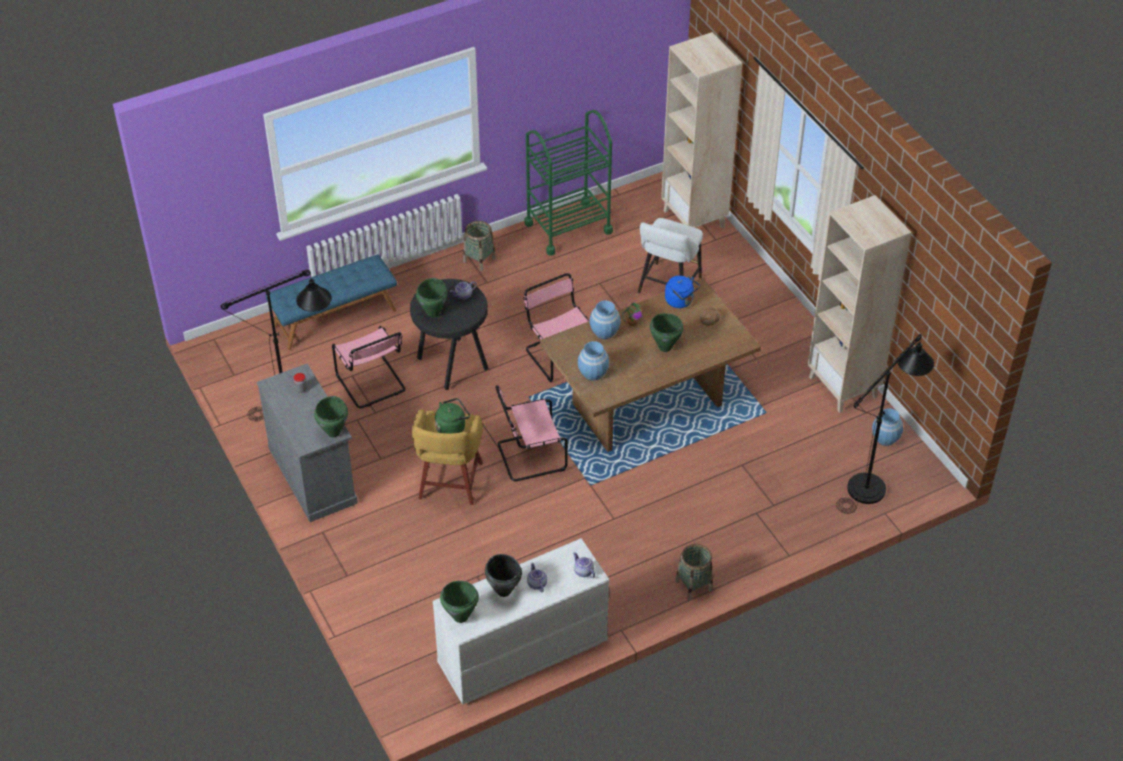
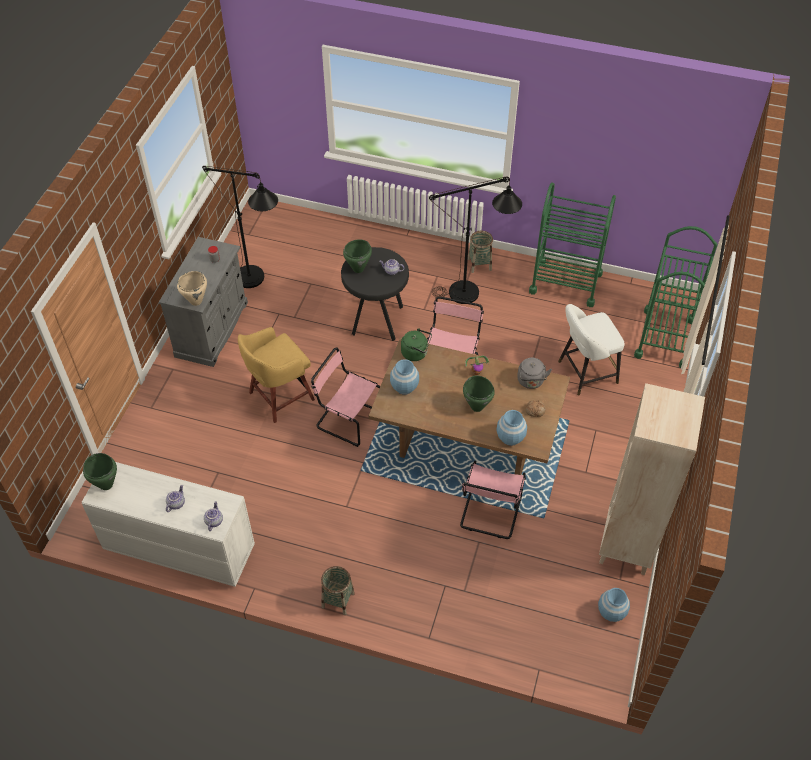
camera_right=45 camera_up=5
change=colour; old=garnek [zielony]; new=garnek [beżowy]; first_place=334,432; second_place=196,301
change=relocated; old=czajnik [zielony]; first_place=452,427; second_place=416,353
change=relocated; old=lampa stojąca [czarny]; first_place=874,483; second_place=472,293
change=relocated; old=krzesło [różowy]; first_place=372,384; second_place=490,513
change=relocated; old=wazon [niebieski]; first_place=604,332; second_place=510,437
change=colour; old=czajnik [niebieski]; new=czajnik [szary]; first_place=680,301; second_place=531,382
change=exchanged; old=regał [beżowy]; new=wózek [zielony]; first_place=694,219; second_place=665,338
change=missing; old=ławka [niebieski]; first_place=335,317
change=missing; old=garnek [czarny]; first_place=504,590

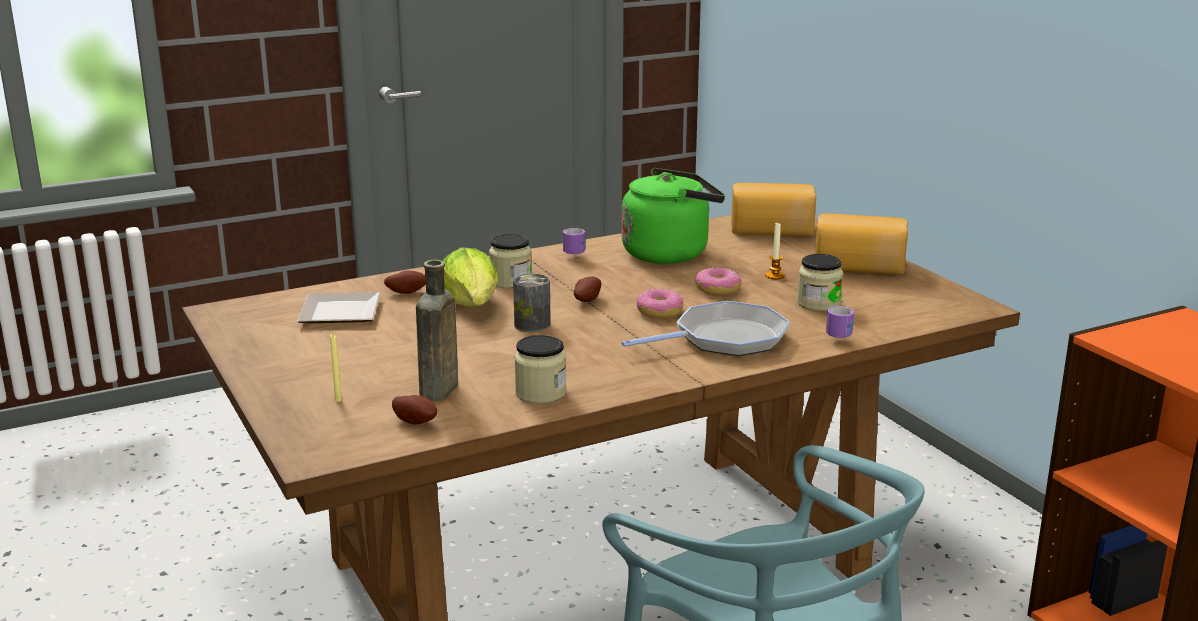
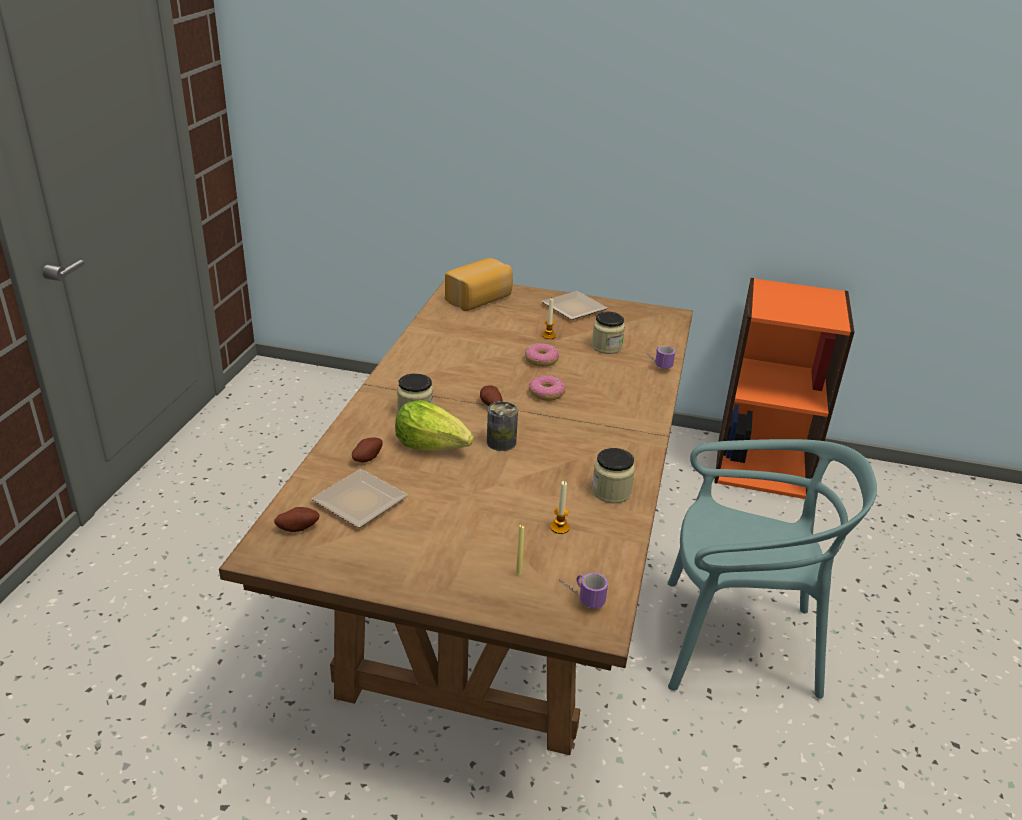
camera_right=-50 camera_up=10
change=relocated; old=ziemniak; first_place=416,421; second_place=298,527
change=exchanged; old=chleb; new=talerz; first_place=859,266; second_place=574,309
change=exchanged; old=butelka [brązowy]; new=świeca; first_place=438,392; second_place=559,527
change=relocated; old=kubek; first_place=575,253; second_place=580,597
change=missing; old=patelnia; first_place=724,339
change=missing; old=czajnik [zielony]; first_place=670,253

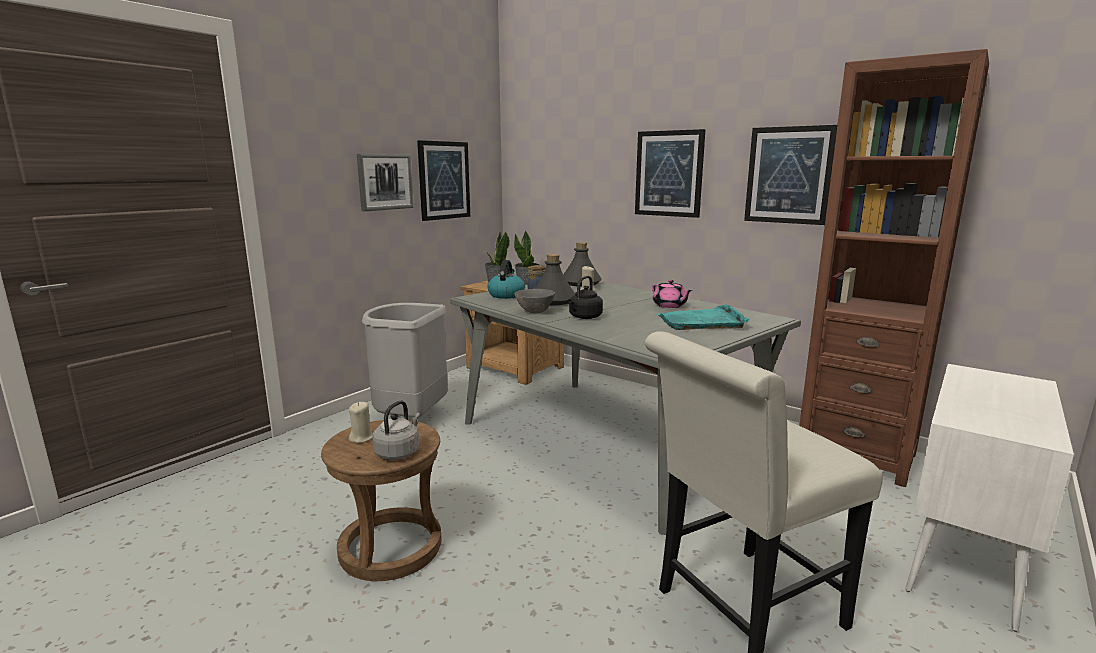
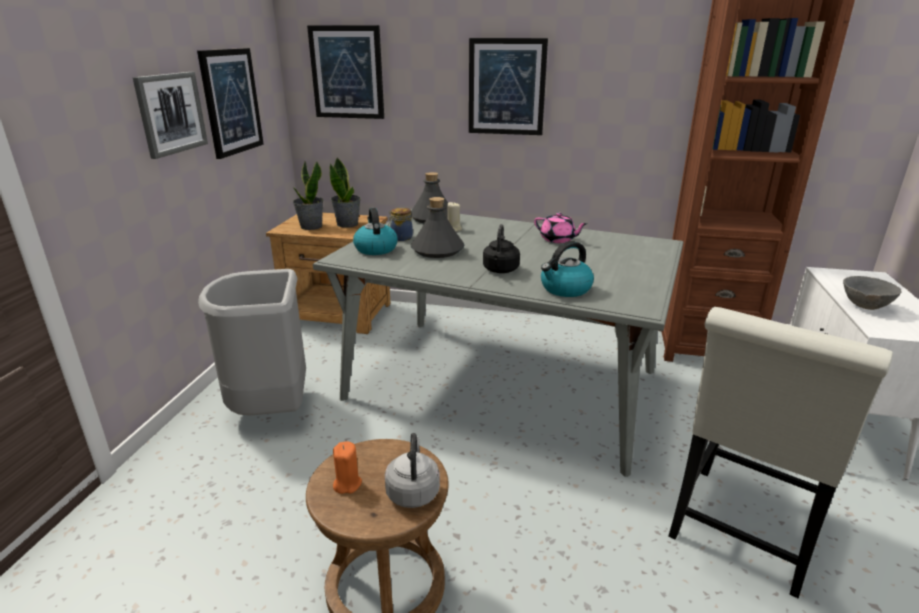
camera_right=-25 camera_up=10
change=relocated; old=obraz; first_place=789,175; second_place=347,72
change=colour; old=świeca [beżowy]; new=świeca [pomarańczowy]; first_place=361,438; second_place=347,484
change=appeared; new=czajnik; second_place=565,289
change=relocated; old=miska [szary]; first_place=534,312; second_place=864,306
change=missing; old=taca [turkusowy]; first_place=702,321

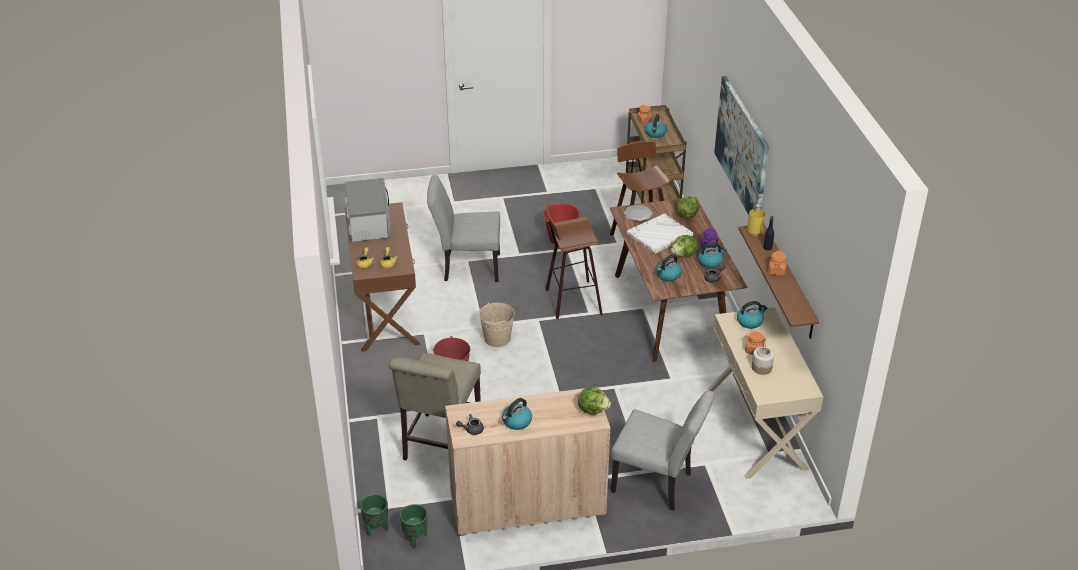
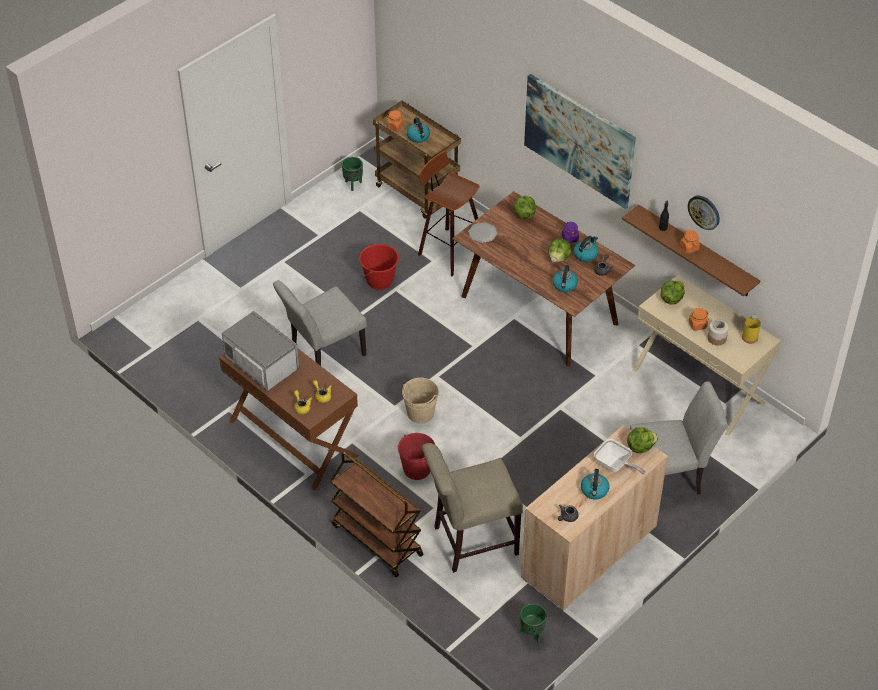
camera_right=-35 camera_up=10
change=appeared; new=wózek [brązowy]; second_place=376,540
change=relocated; old=donica [zielony]; first_place=376,528; second_place=353,184
change=spun; old=krzesło [beżowy]; first_place=439,445; second_place=470,541; degrees=90
change=appeared; new=patelnia; second_place=615,465
change=exchanged; old=czajnik; new=sałata; first_place=750,321; second_place=671,299
change=appeared; new=zegar ścienny; second_place=704,212
change=relocated; old=butelka [żółty]; first_place=754,231; second_place=749,337
change=missing; old=stołek; first_place=571,301
change=missing; old=taca [biały]; first_place=659,235

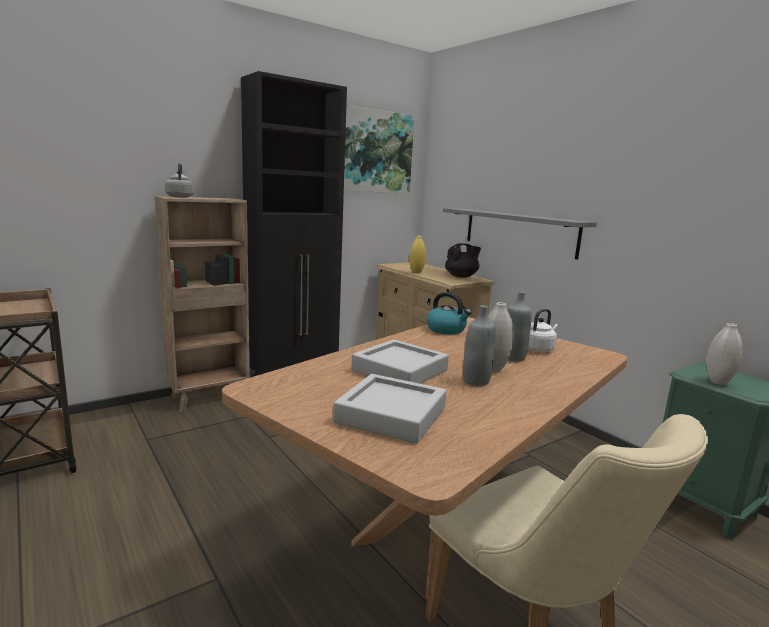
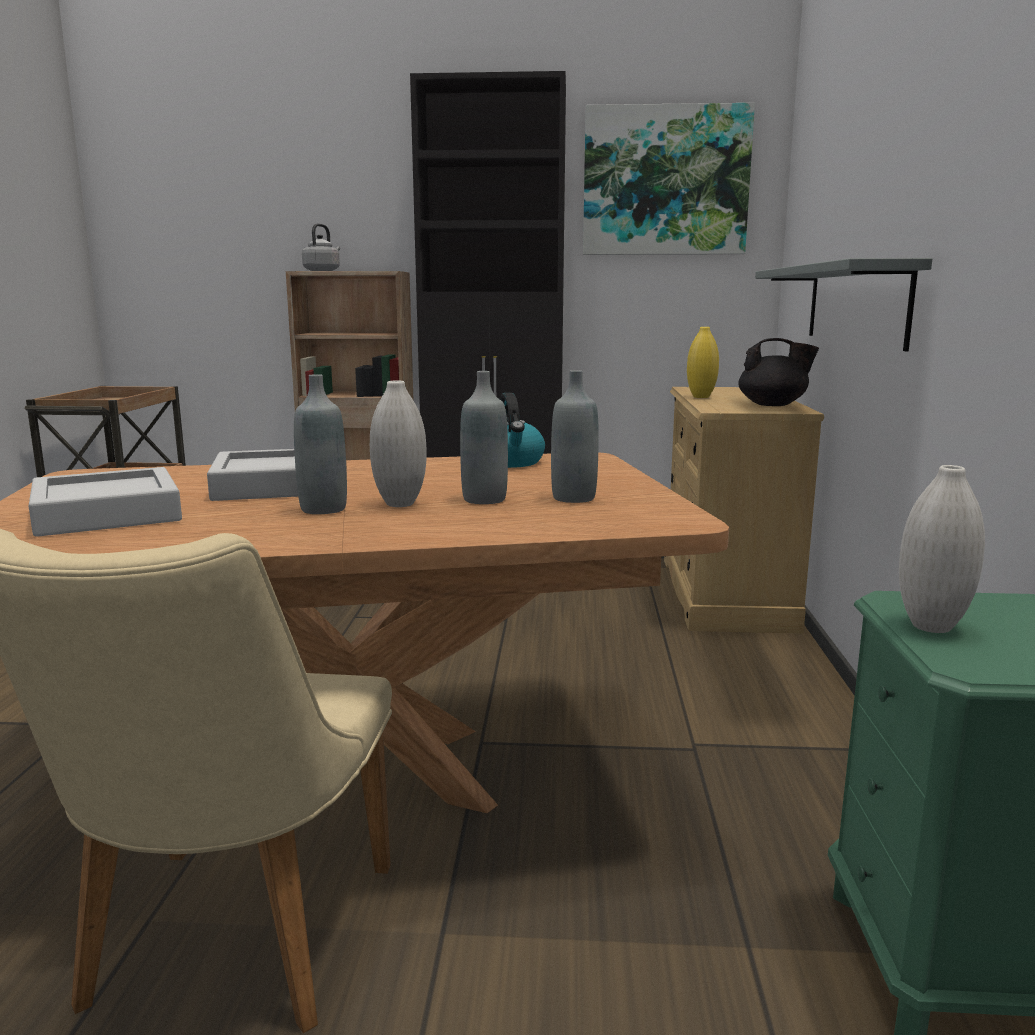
camera_right=40 camera_up=0
change=exchanged; old=czajnik [biały]; new=butelka [szary]; first_place=538,349; second_place=573,498

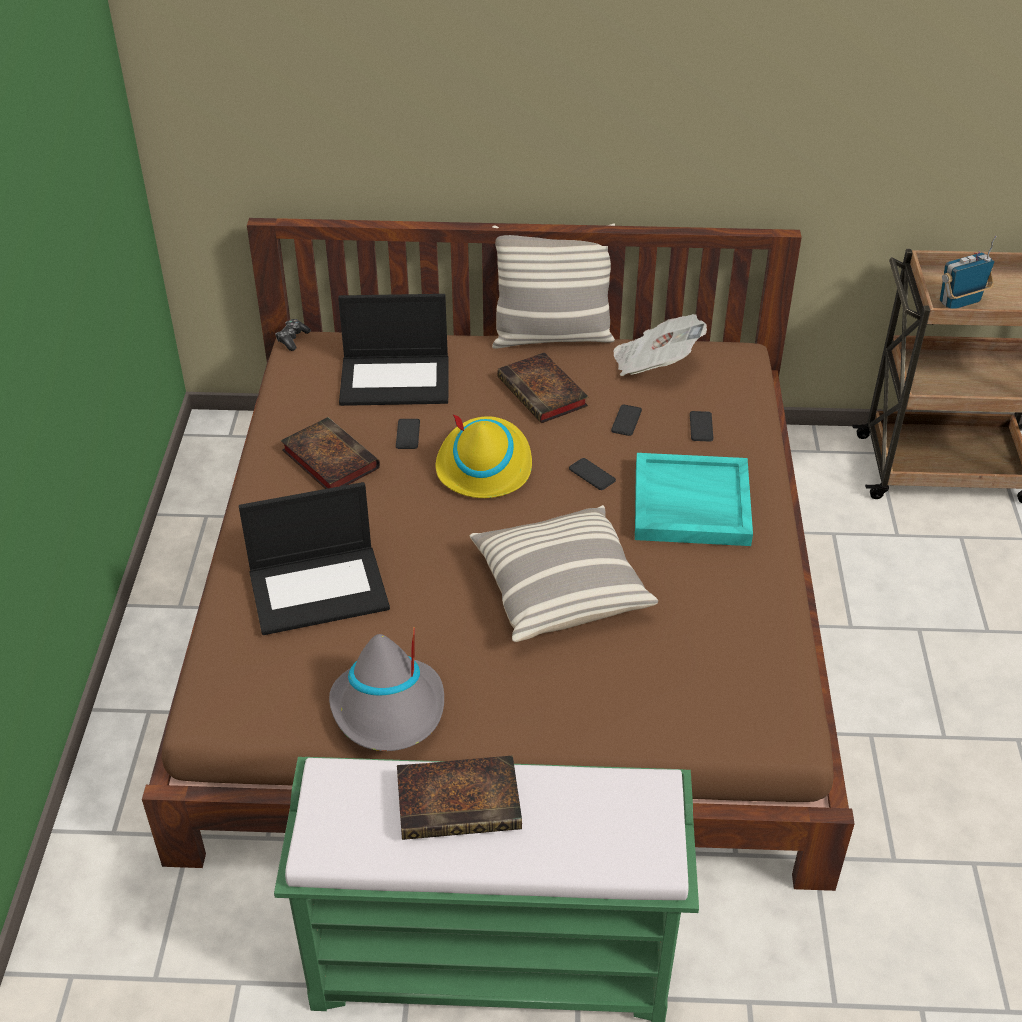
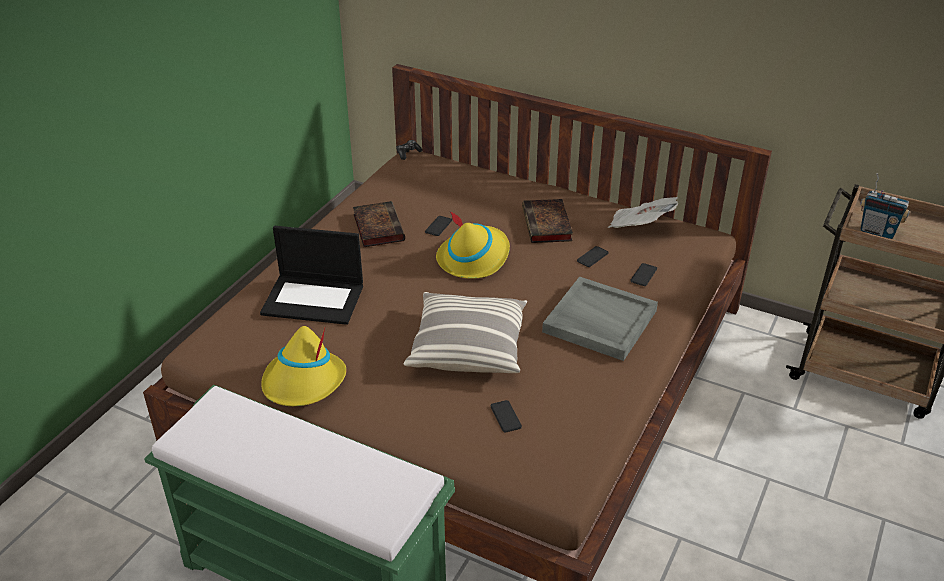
camera_right=25 camera_up=-5
change=colour; old=kapelusz [szary]; new=kapelusz [żółty]; first_place=389,709; second_place=304,383
change=relocated; old=telefon; first_place=592,474; second_place=505,416
change=colour; old=taca [turkusowy]; new=taca [szary]; first_place=690,504; second_place=598,321
change=spun; old=radio; first_place=960,302; second_place=877,231; degrees=-150
change=missing; old=laptop; first_place=396,379
change=missing; old=książka; first_place=462,802
change=missing; old=poduszka; first_place=552,337

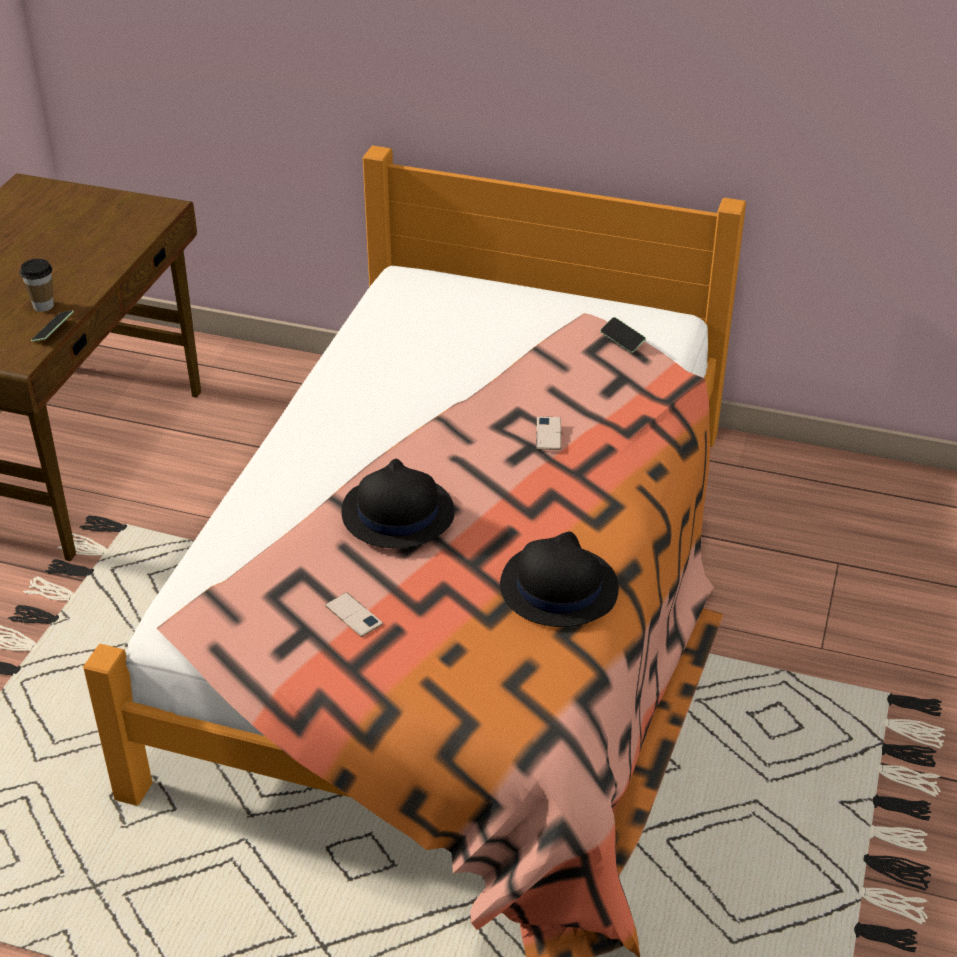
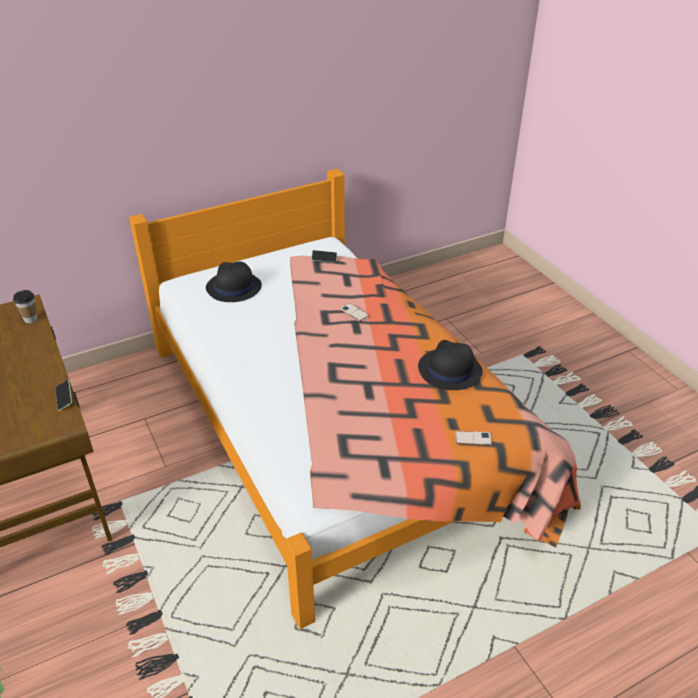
camera_right=-45 camera_up=0
change=relocated; old=filiżanka; first_place=43,306; second_place=30,319
change=relocated; old=kapelusz [czarny]; first_place=397,513; second_place=233,287
change=relocated; old=telefon; first_place=354,615; second_place=473,438

